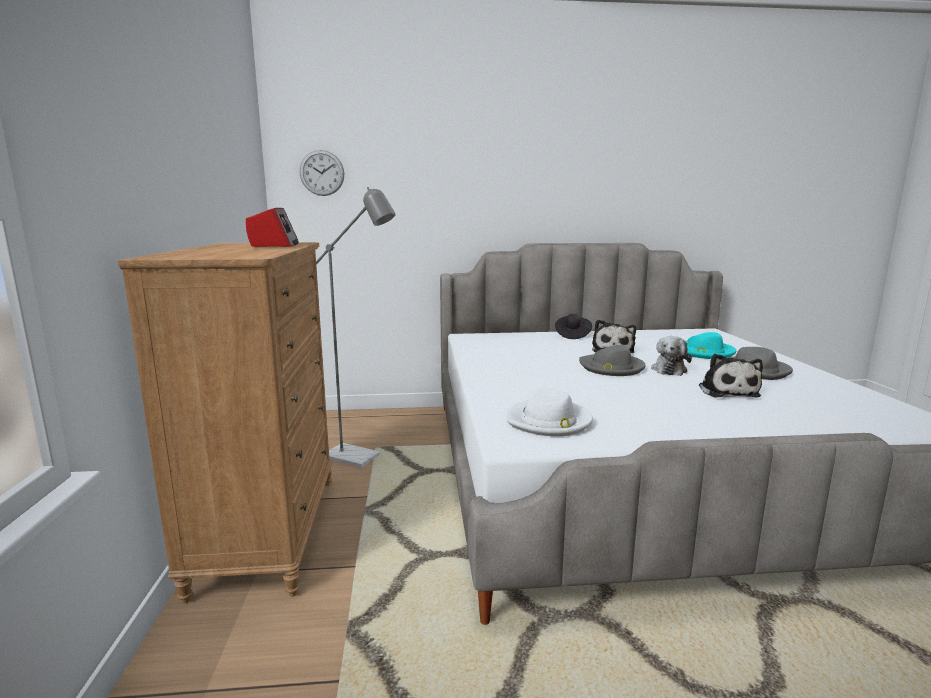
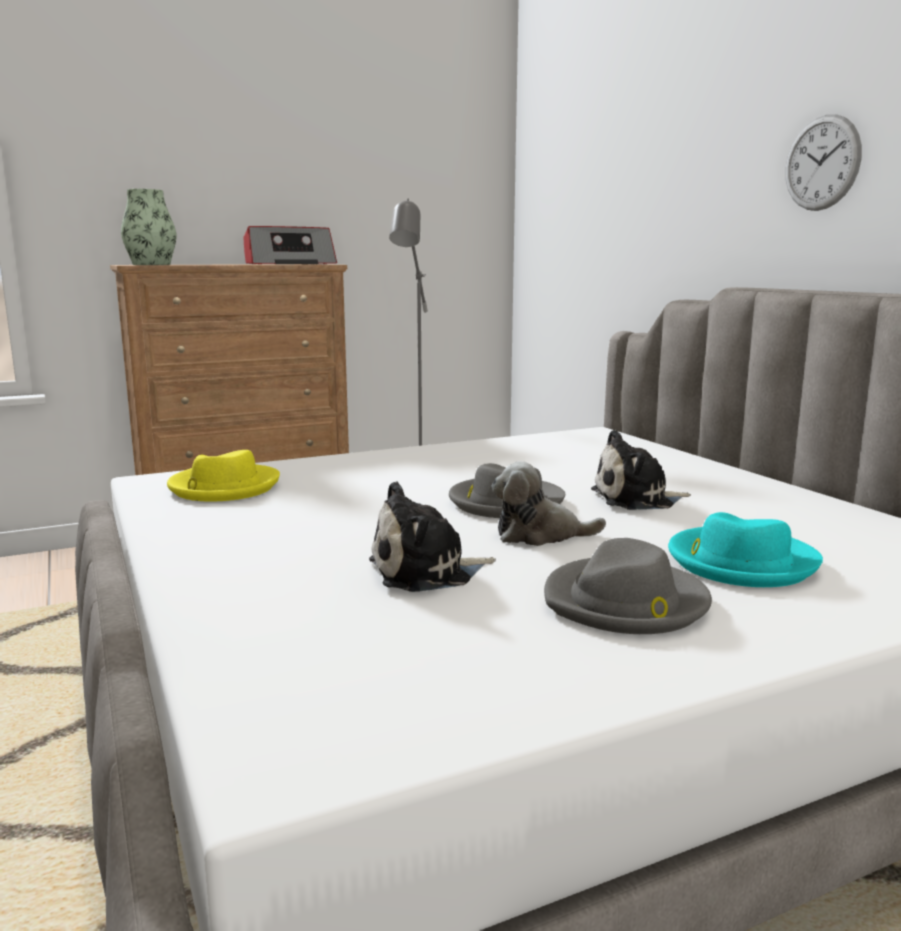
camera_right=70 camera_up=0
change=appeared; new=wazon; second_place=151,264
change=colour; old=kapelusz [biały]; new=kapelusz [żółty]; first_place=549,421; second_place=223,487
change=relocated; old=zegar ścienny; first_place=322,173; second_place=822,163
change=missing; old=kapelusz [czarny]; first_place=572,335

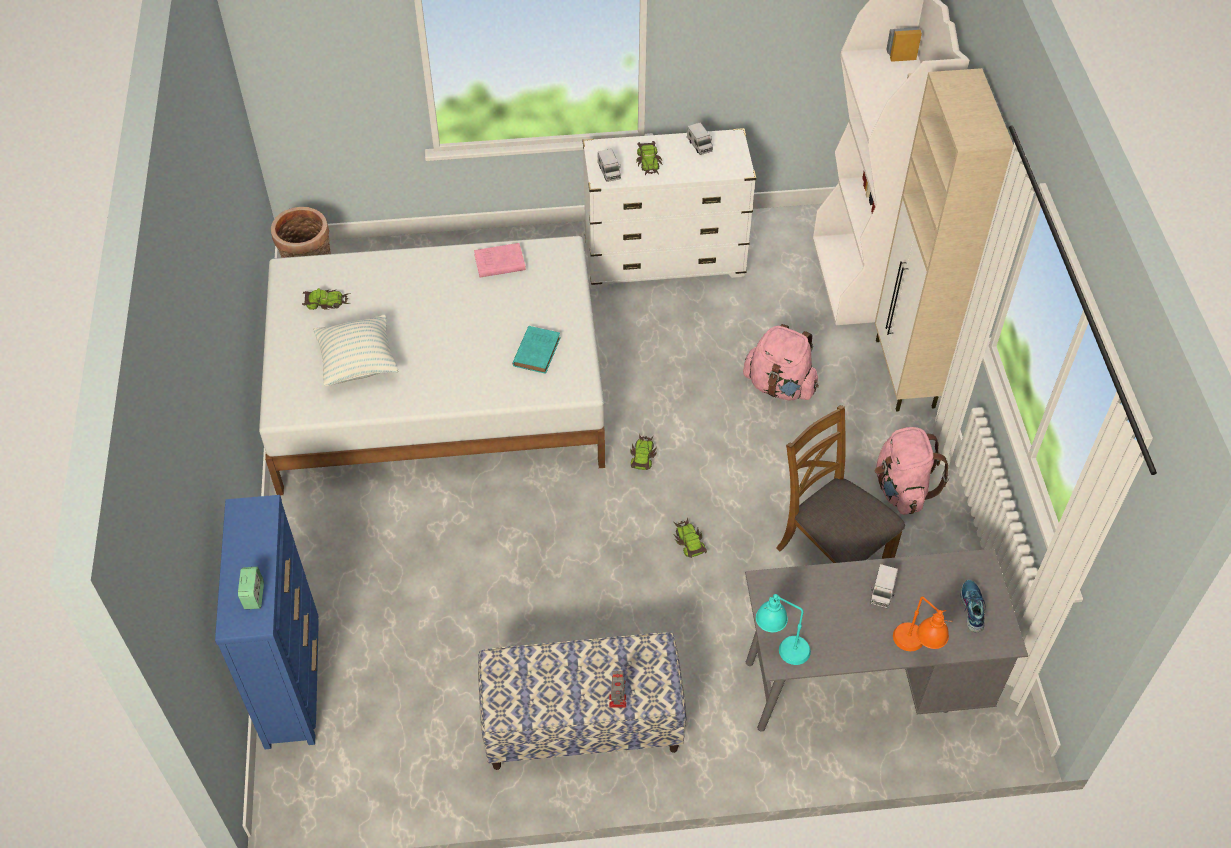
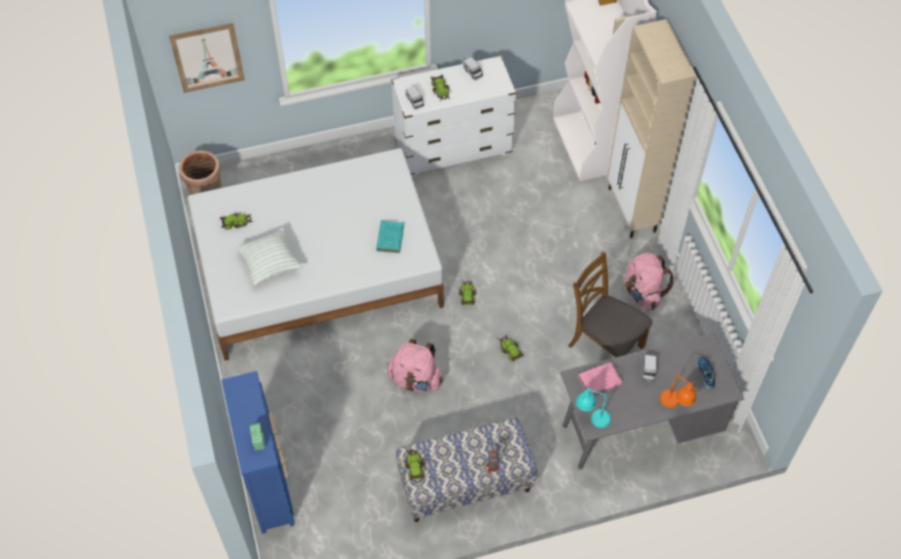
camera_right=-10 camera_up=5
change=appeared; new=obraz; second_place=207,57
change=relocated; old=plecak [różowy]; first_place=779,386; second_place=415,379
change=appeared; new=samochodzik; second_place=414,466
change=relocated; old=książka [różowy]; first_place=498,263; second_place=598,381

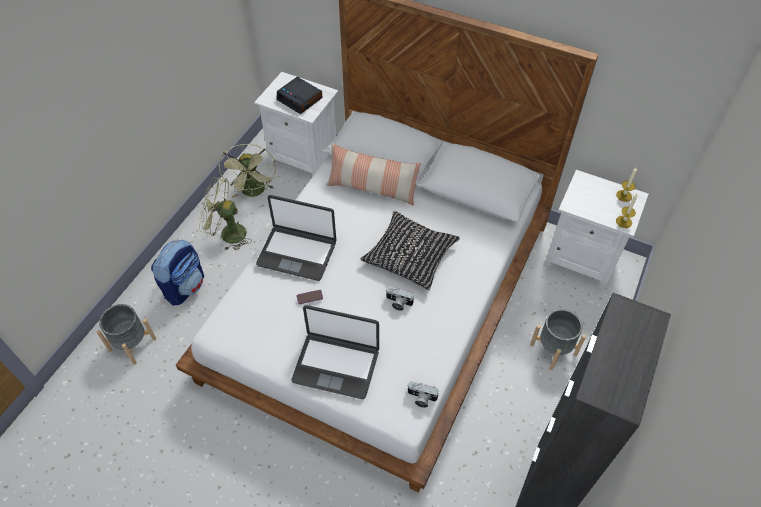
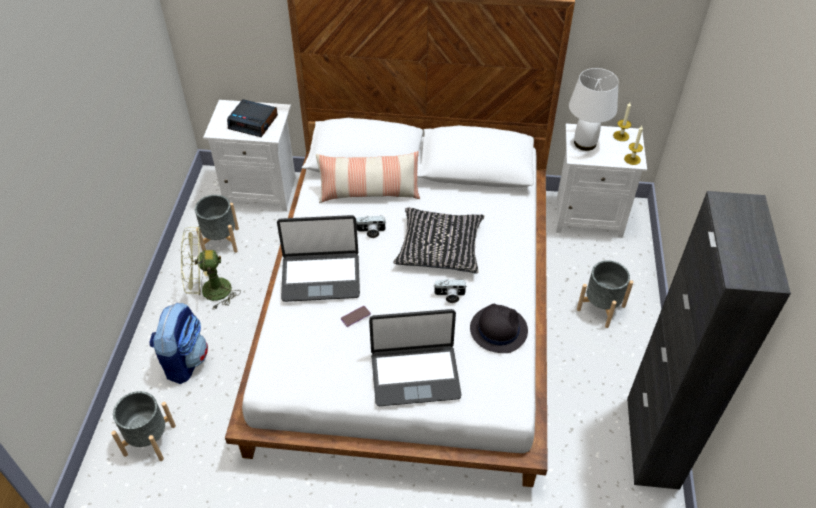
camera_right=-20 camera_up=-5
change=exchanged; old=wentylator [zielony]; new=donica [szary]; first_place=254,192; second_place=220,240
change=relocated; old=aparat fotograficzny; first_place=421,398; second_place=371,232
change=appeared; new=kapelusz [czarny]; second_place=498,329
change=appeared; new=lampa stołowa [biały]; second_place=585,143

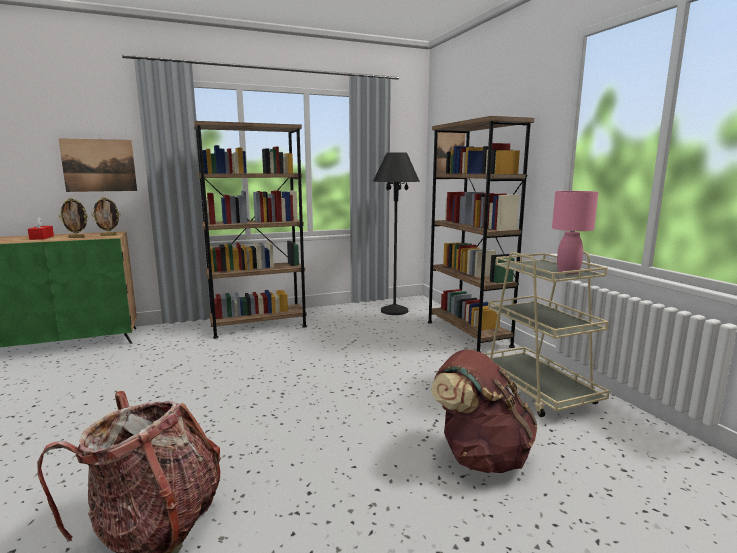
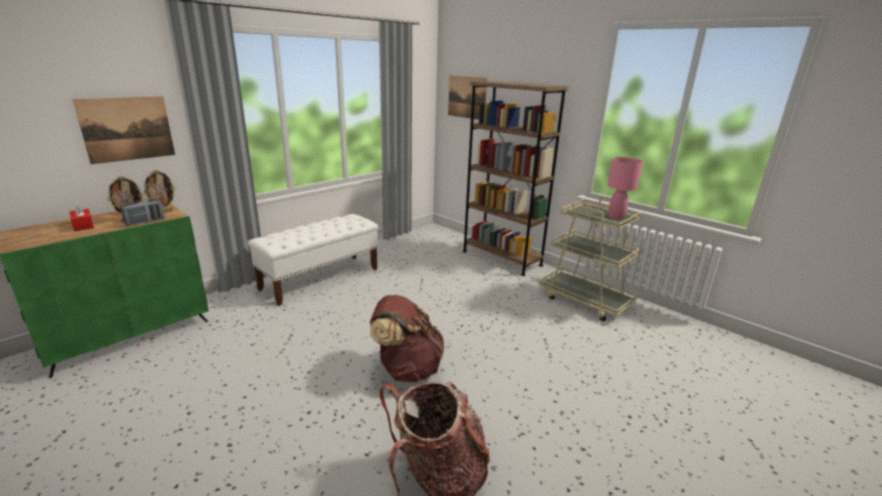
camera_right=-25 camera_up=10
change=appeared; new=radio; second_place=145,222
change=exchanged; old=regał [brązowy]; new=ławka [biały]; first_place=258,326; second_place=320,278
change=relocated; old=plecak [brązowy]; first_place=480,456; second_place=407,368
change=missing; old=lampa stojąca [czarny]; first_place=394,311

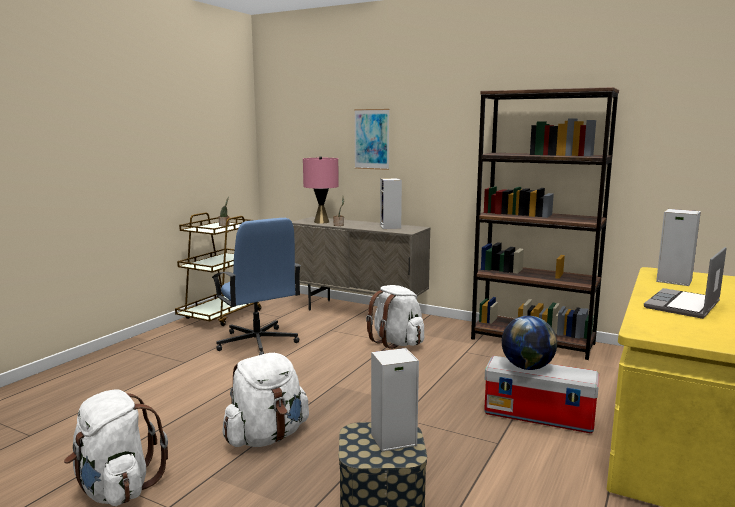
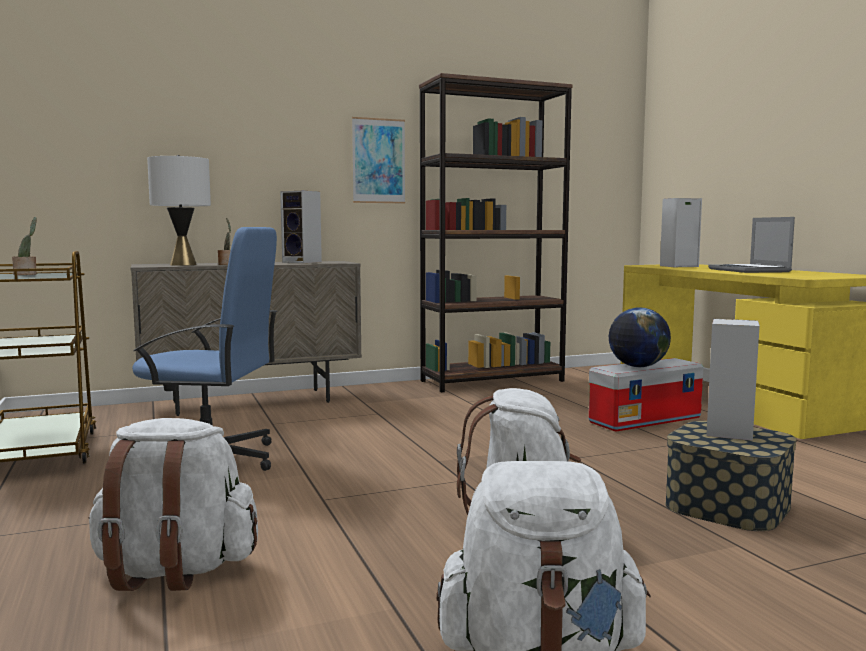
camera_right=-50 camera_up=-5
change=relocated; old=plecak [biały]; first_place=396,342; second_place=174,570
change=colour; old=lampa stołowa [różowy]; new=lampa stołowa [biały]; first_place=321,222; second_place=182,264
change=relocated; old=obraz; first_place=371,139; second_place=378,161

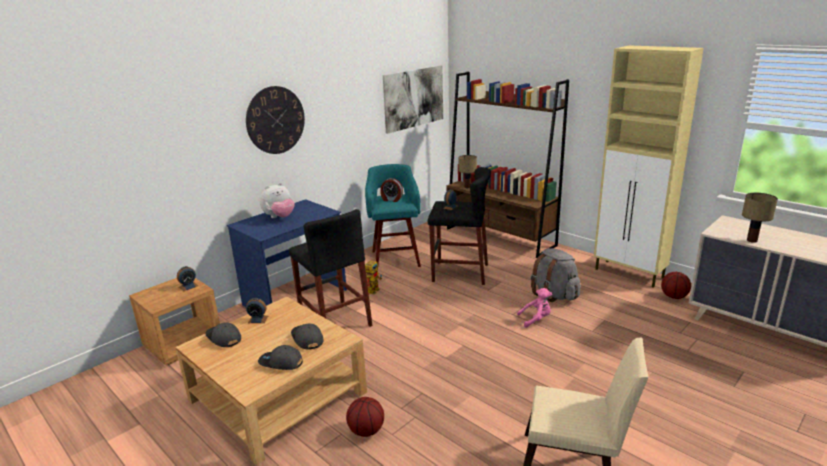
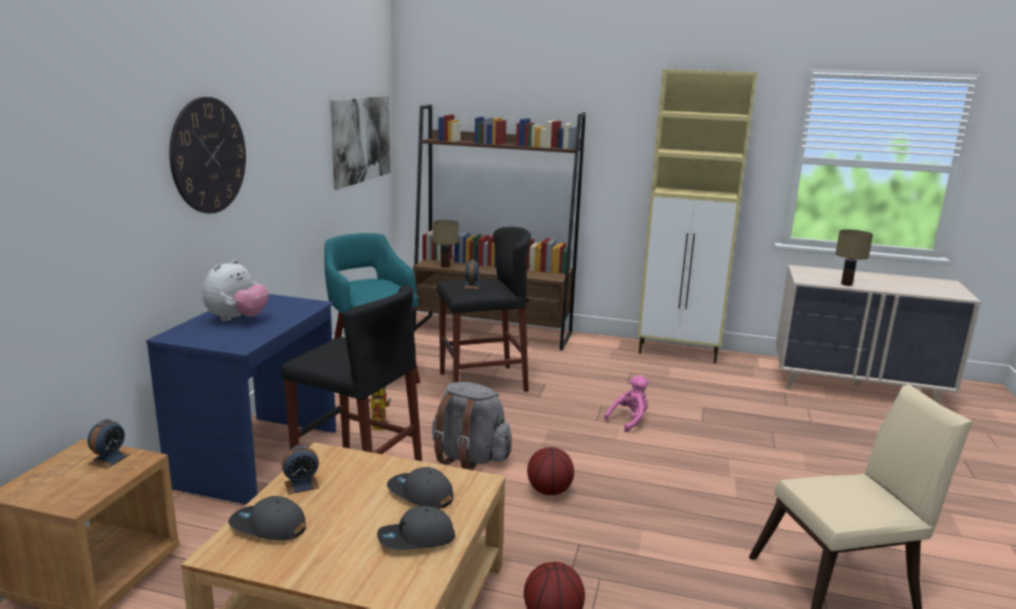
camera_right=-30 camera_up=-5
change=relocated; old=plecak [szary]; first_place=554,295; second_place=469,457
change=relocated; old=piłka do koszykówki; first_place=674,297; second_place=549,491
change=missing; old=budzik; first_place=391,199

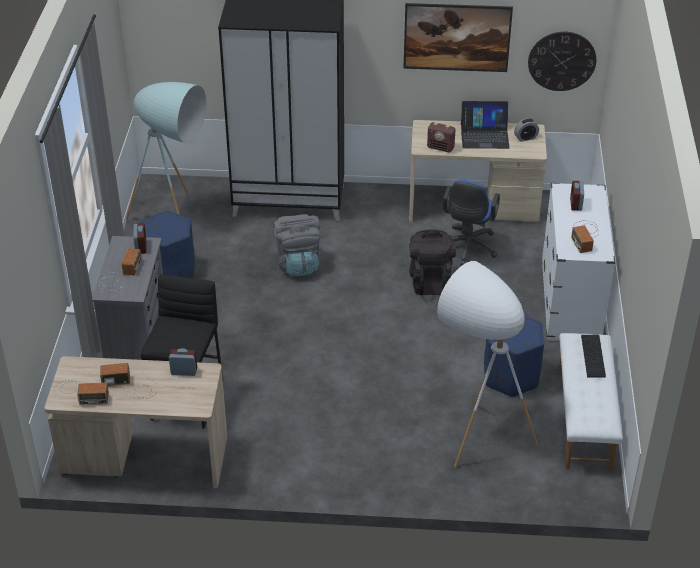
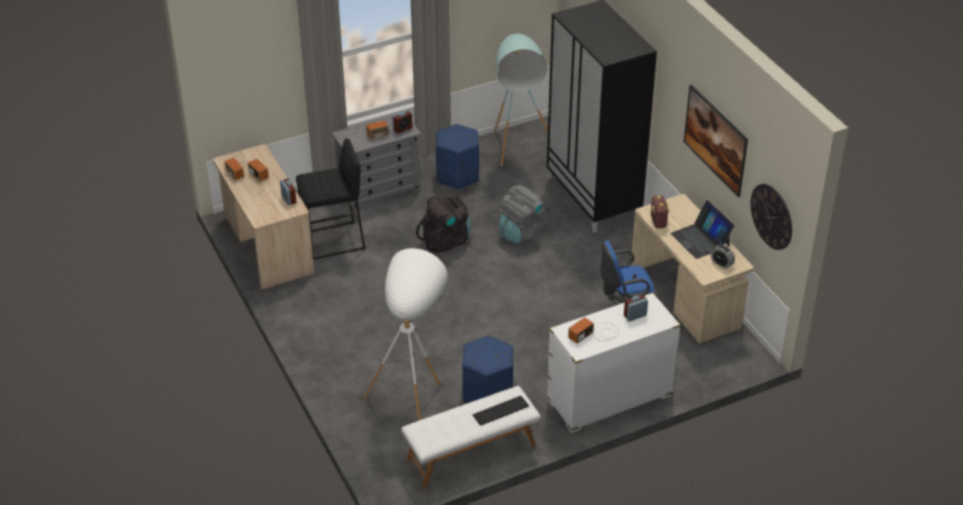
camera_right=60 camera_up=0
change=relocated; old=plecak [czarny]; first_place=430,281; second_place=446,240

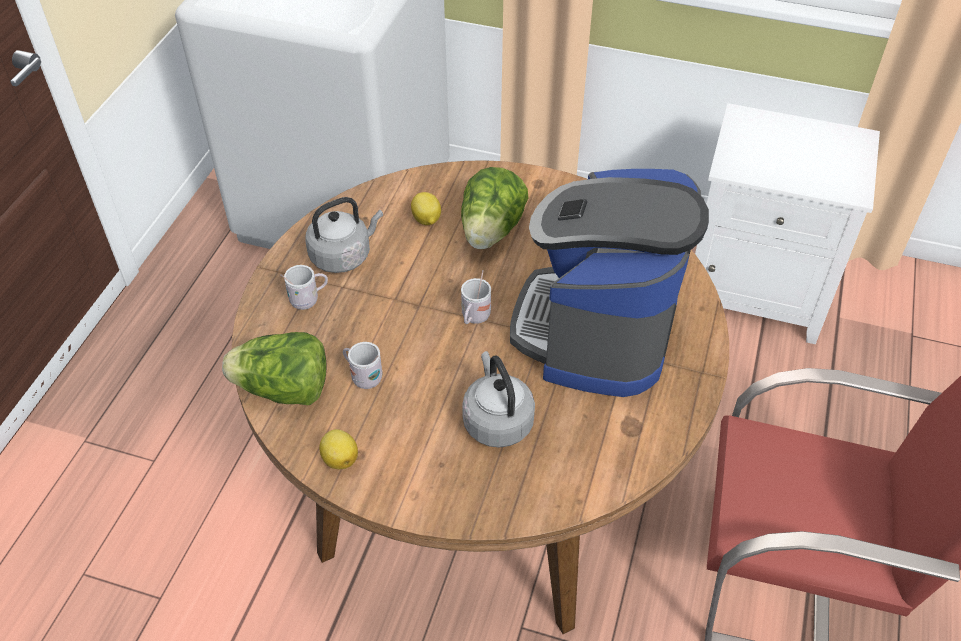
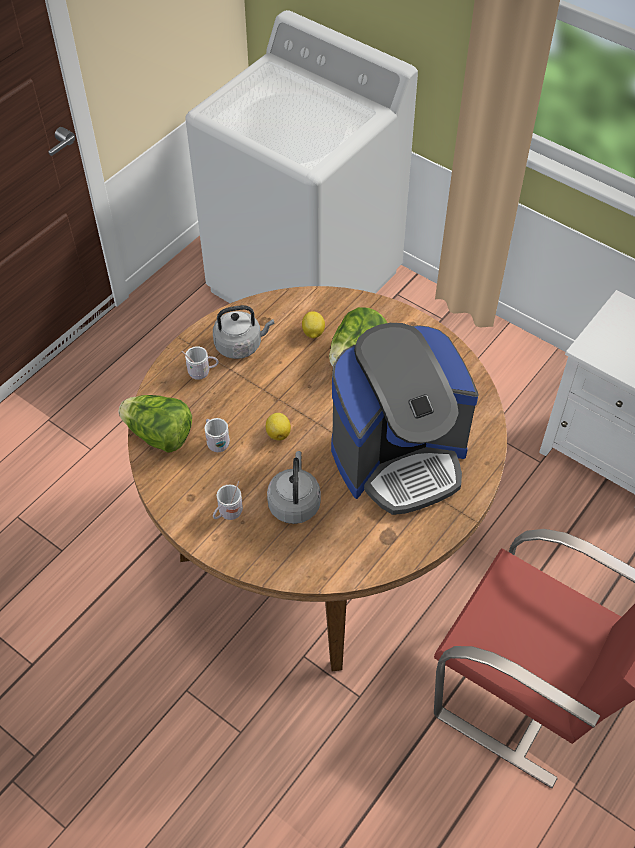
camera_right=20 camera_up=5
change=relocated; old=kubek [biały]; first_place=474,318; second_place=228,514
change=relocated; old=cytryna; first_place=340,458; second_place=278,433
change=spun; old=ekspres do kawy; first_place=597,330; second_place=399,457; degrees=-150

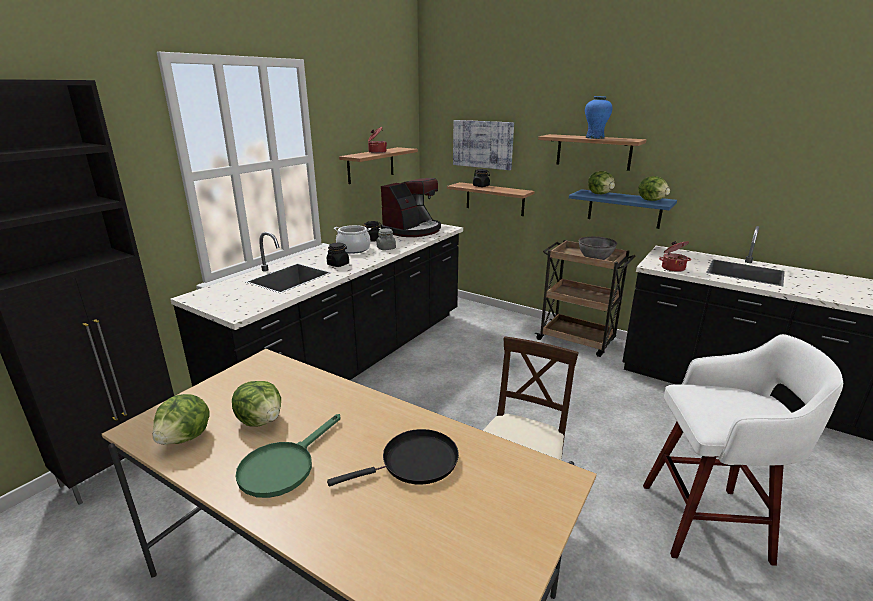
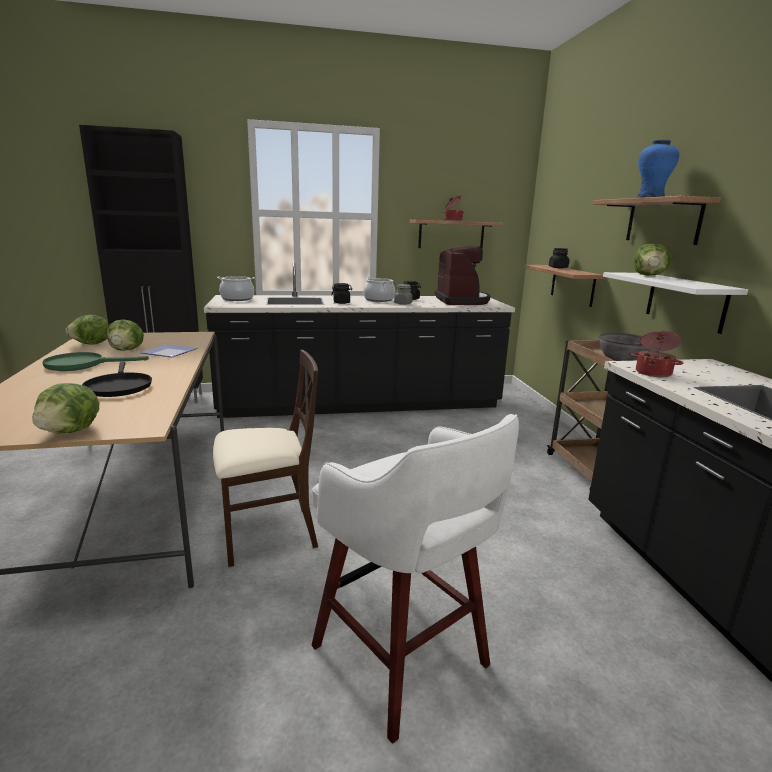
camera_right=45 camera_up=-5
change=relocated; old=sałata; first_place=652,200; second_place=71,431
change=spun; old=patelnia [czarny]; first_place=415,462; second_place=118,387; degrees=45
change=appeared; new=talerz; second_place=167,353
change=appeared; new=garnek; second_place=237,299
change=spun; old=ekspres do kawy; first_place=412,230; second_place=462,301; degrees=-90
change=colour; old=półka [niebieski]; new=półka [biały]; first_place=624,209; second_place=685,301
change=missing; old=obraz; first_place=482,144

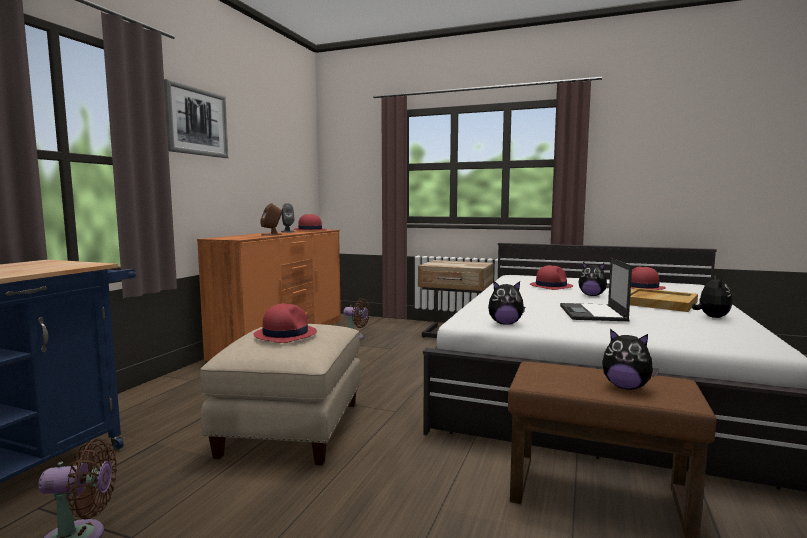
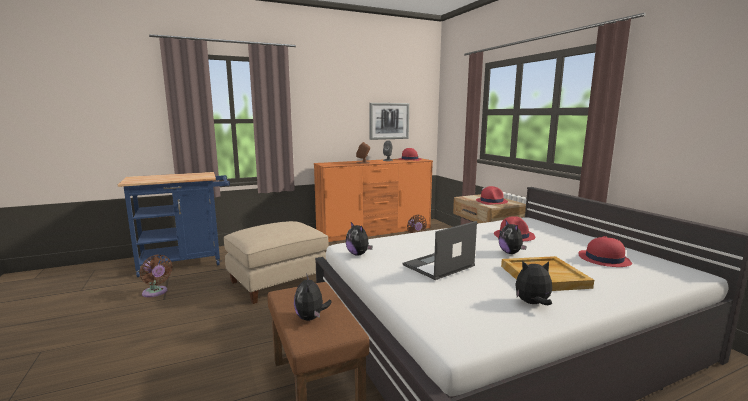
camera_right=45 camera_up=5
change=relocated; old=obraz; first_place=197,122; second_place=389,121
change=relocated; old=kapelusz [czerwony]; first_place=285,334; second_place=491,201
change=spun; old=pluszak; first_place=711,317; second_place=532,304; degrees=-150

